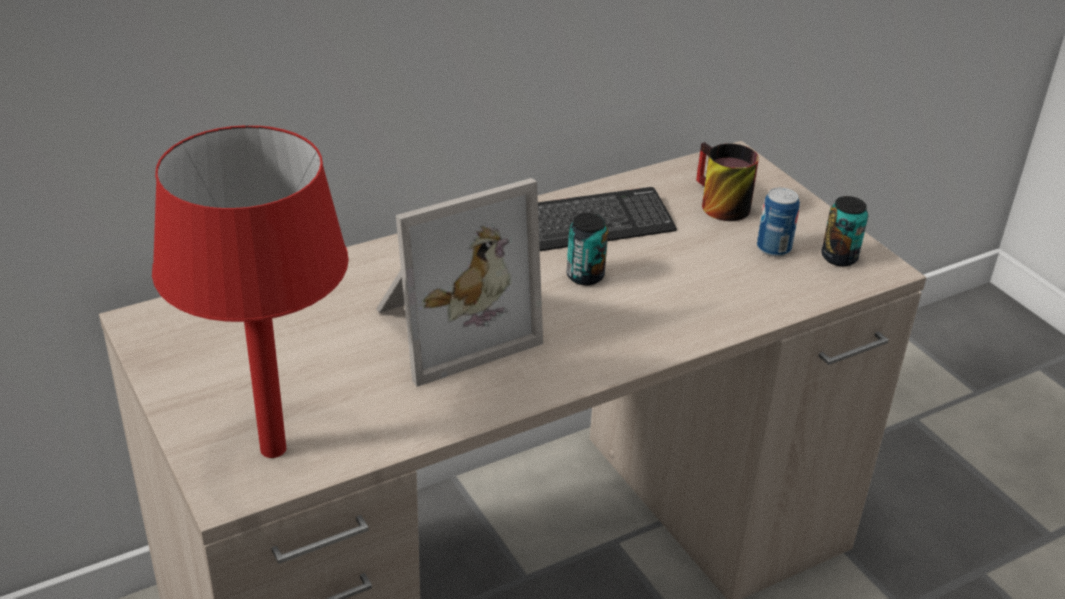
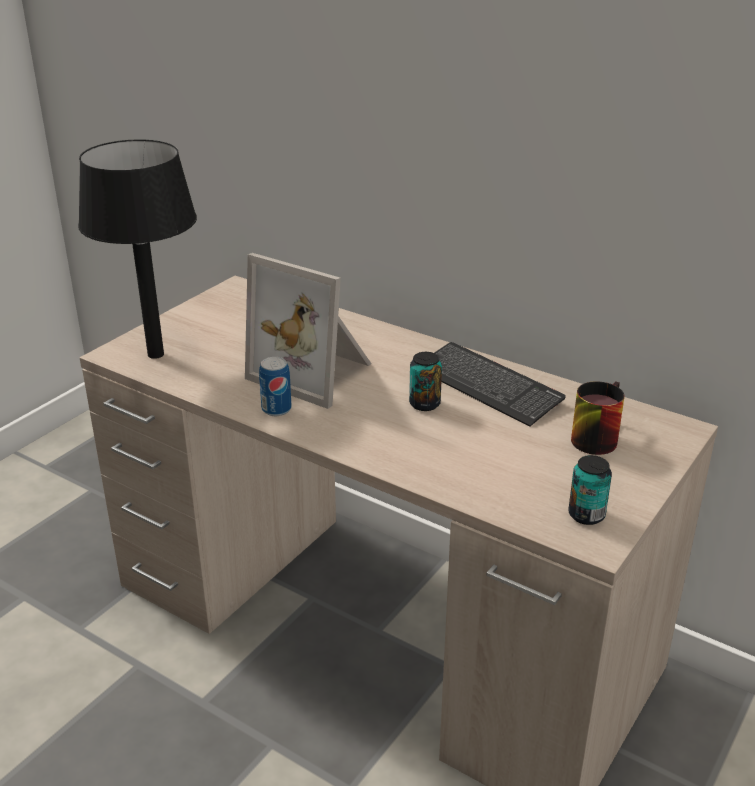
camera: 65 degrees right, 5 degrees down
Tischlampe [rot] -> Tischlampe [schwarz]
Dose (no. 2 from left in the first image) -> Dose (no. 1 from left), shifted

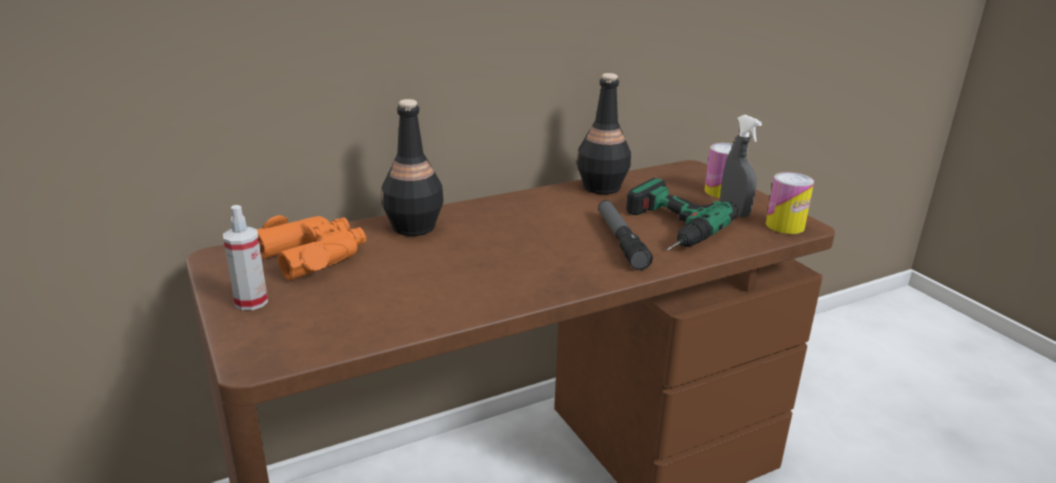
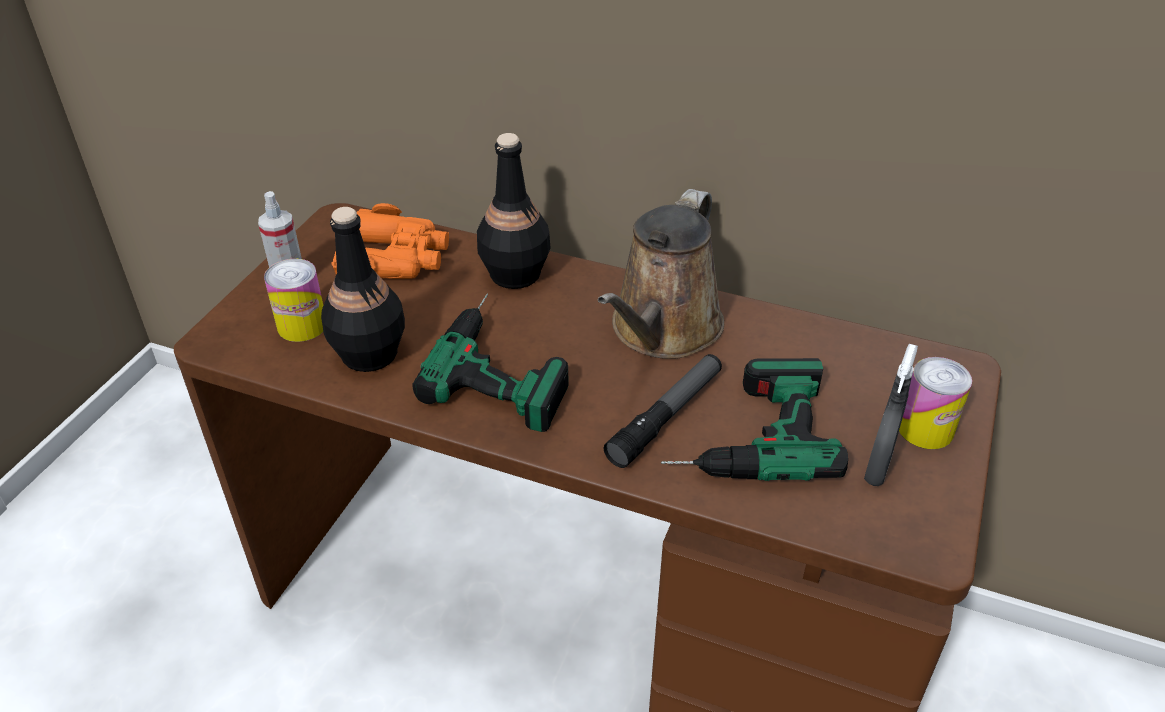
camera: 50 degrees right, 15 degrees up
Dose (no. 2 from left in the first image) -> Dose (no. 1 from left), shifted
Flasche [schwarz] (no. 2 from left in the first image) -> Flasche [schwarz] (no. 1 from left), shifted
none -> Bohrmaschine (no. 1 from left)
none -> Gießkanne [braun]

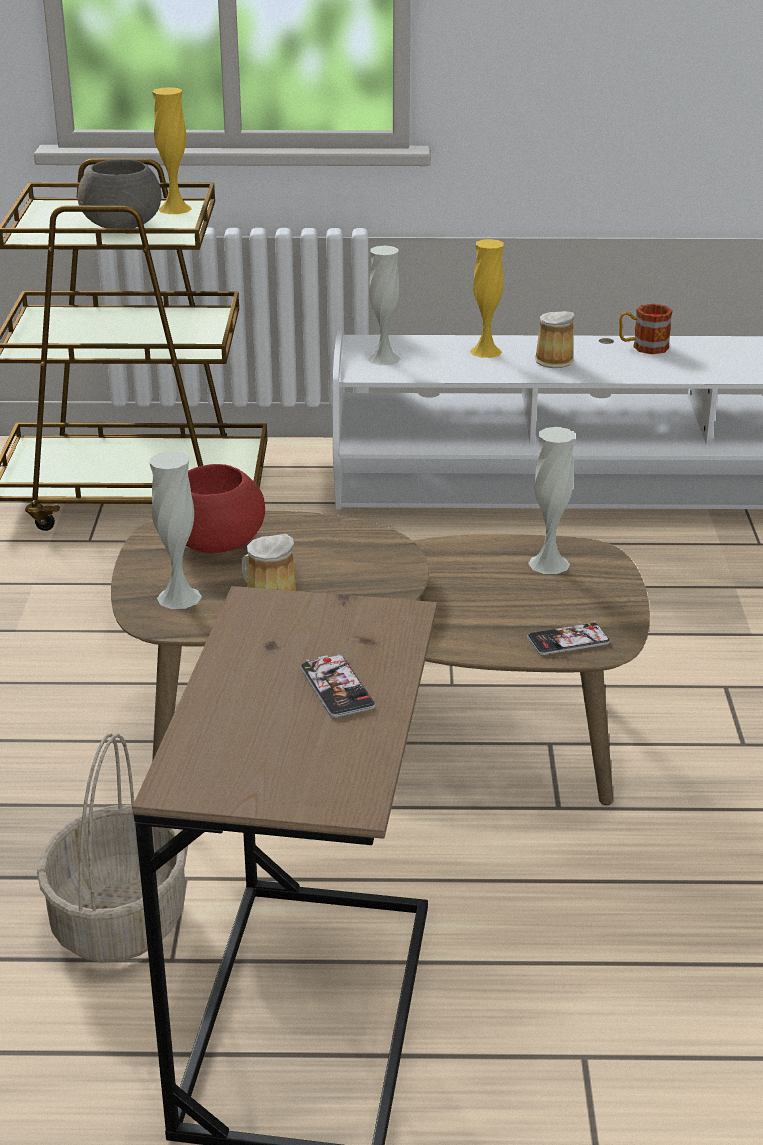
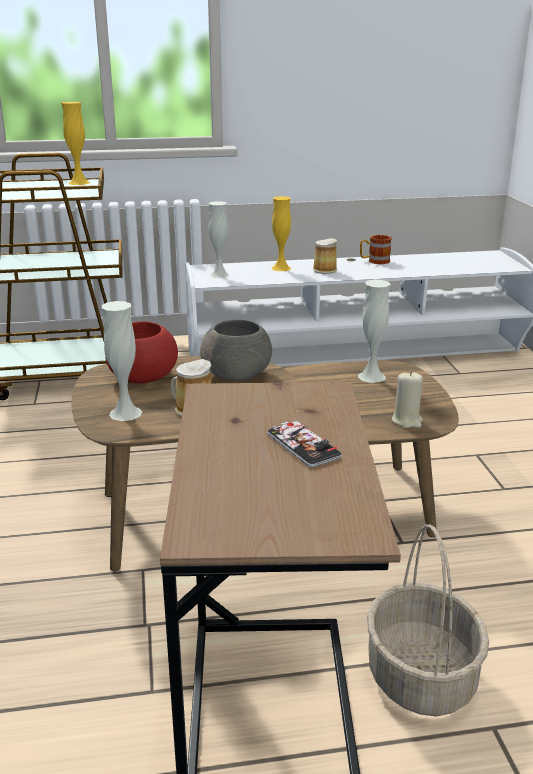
camera: 10 degrees left, 5 degrees down
Schüssel [grau], shifted
Korb, shifted
Handy (no. 2 from left) -> Kerze [beige]

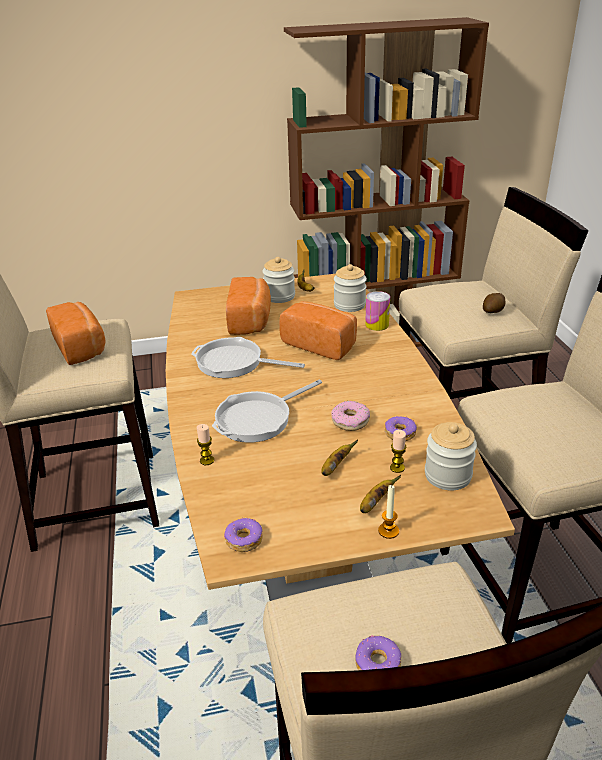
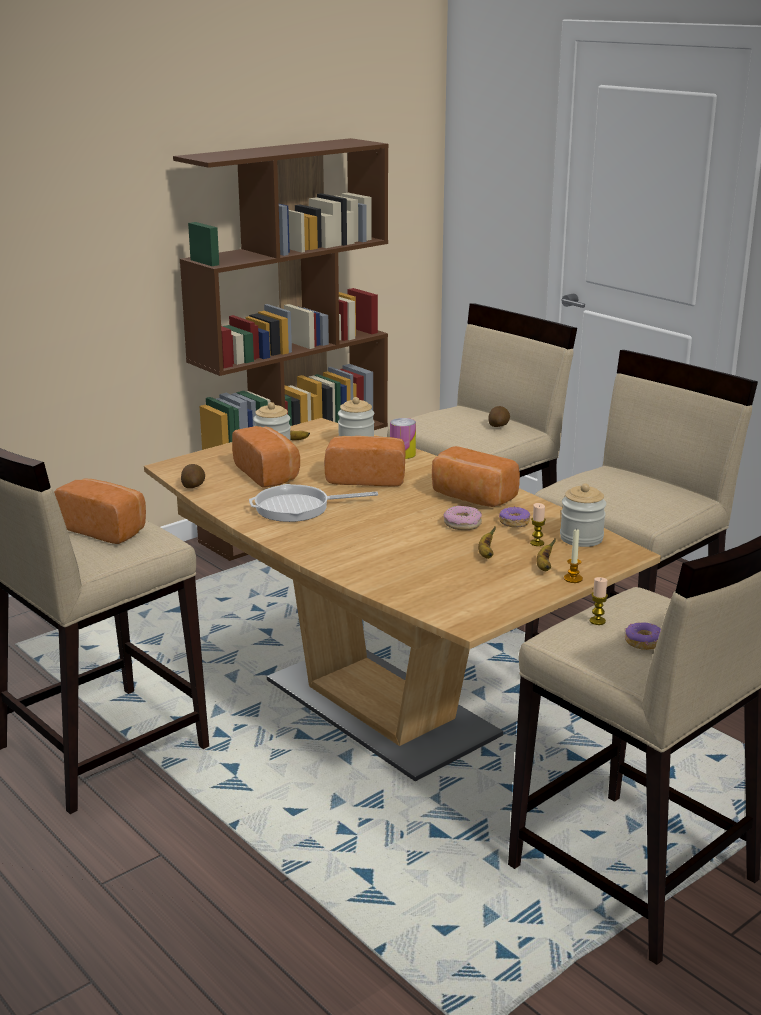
camera: 30 degrees left, 10 degrees down
none -> Kartoffel (no. 1 from left)
none -> Brot (no. 4 from left)
Kerze (no. 1 from left in the first image) -> Kerze (no. 3 from left), shifted
Pfanne (no. 2 from left) -> none
Donut (no. 1 from left) -> none

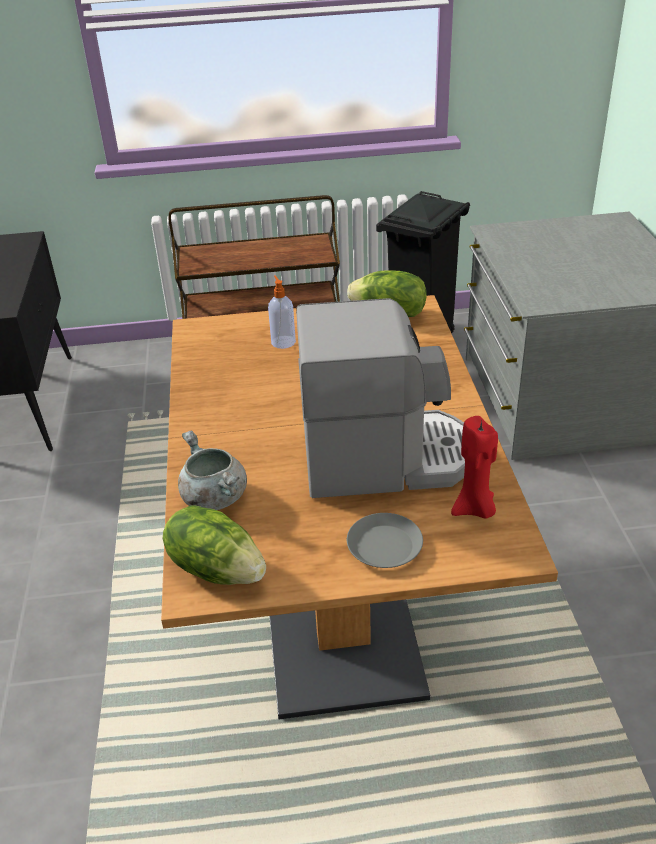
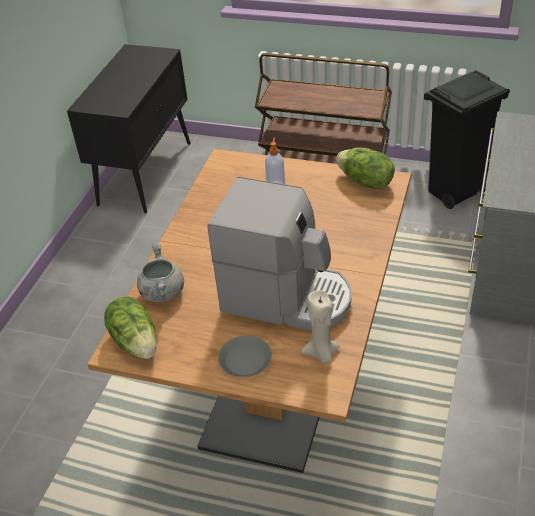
camera: 25 degrees right, 5 degrees up
Kerze [rot] -> Kerze [beige]

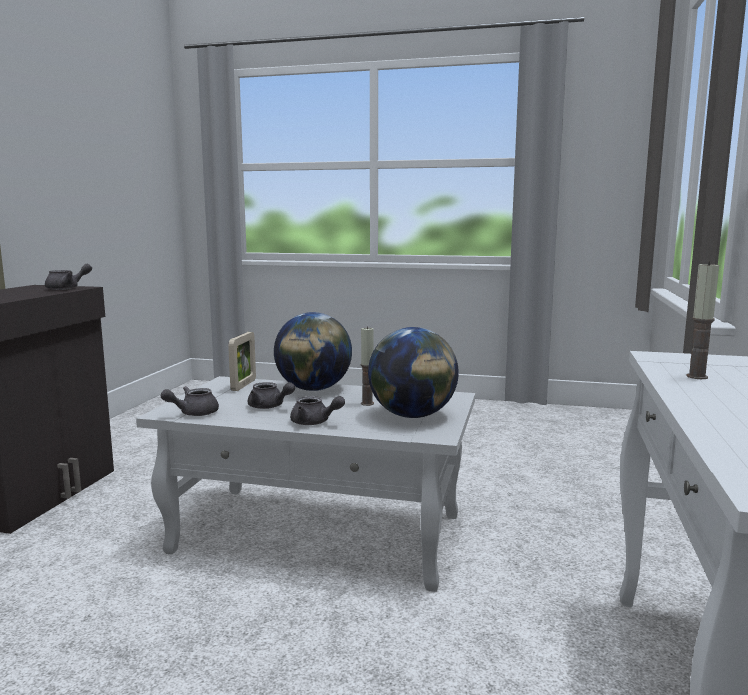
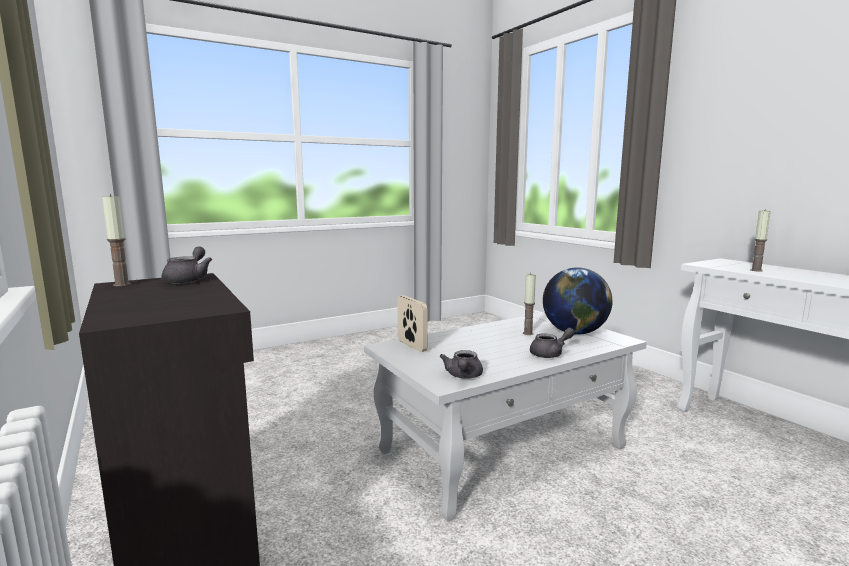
camera: 45 degrees left, 0 degrees up
none -> Kerze (no. 1 from left)
Teekanne [grau] (no. 3 from left) -> none
Globus (no. 1 from left) -> none

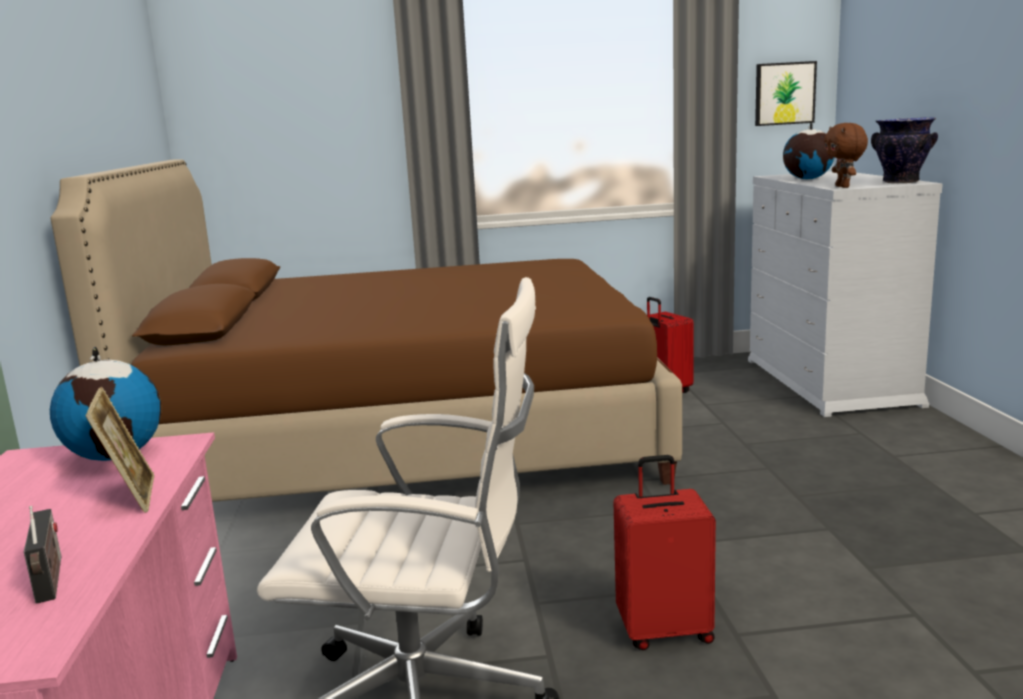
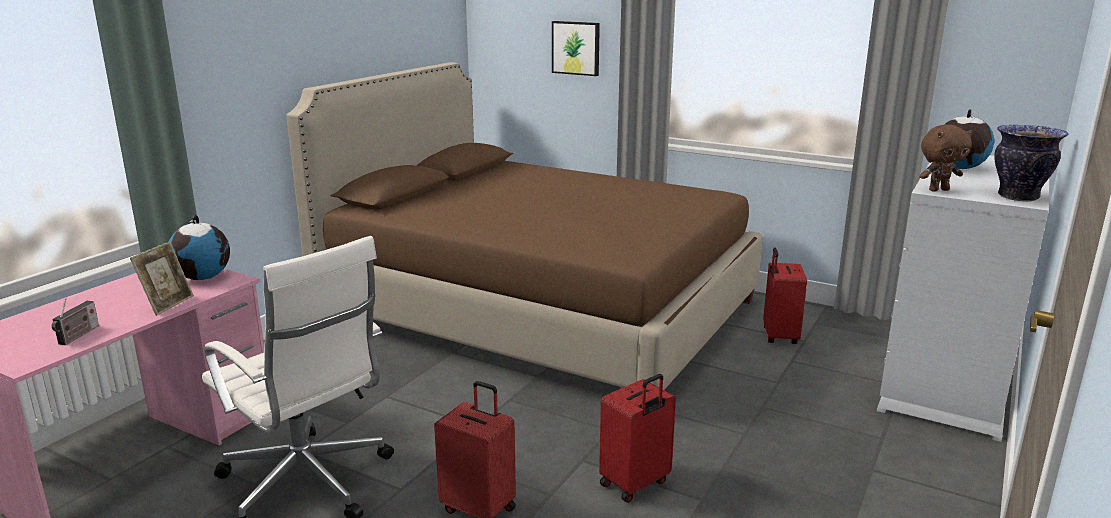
camera: 35 degrees right, 5 degrees up
Bild, shifted
none -> Koffer [rot] (no. 2 from left)
Plüschtier [braun], 135 degrees counterclockwise

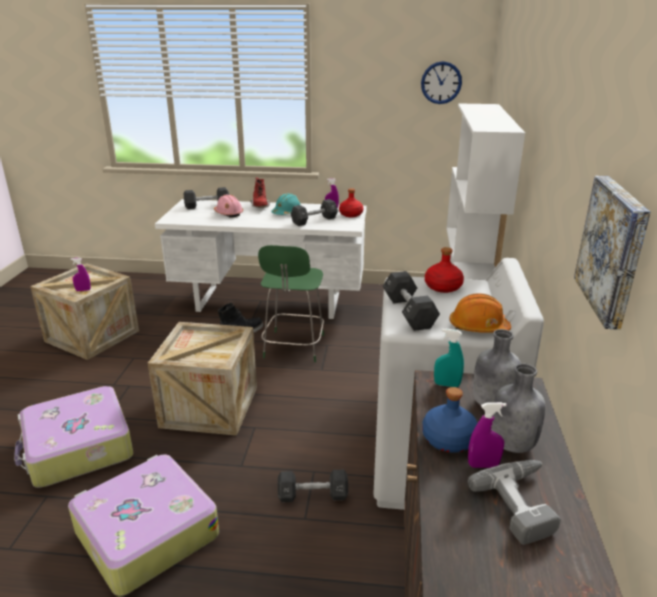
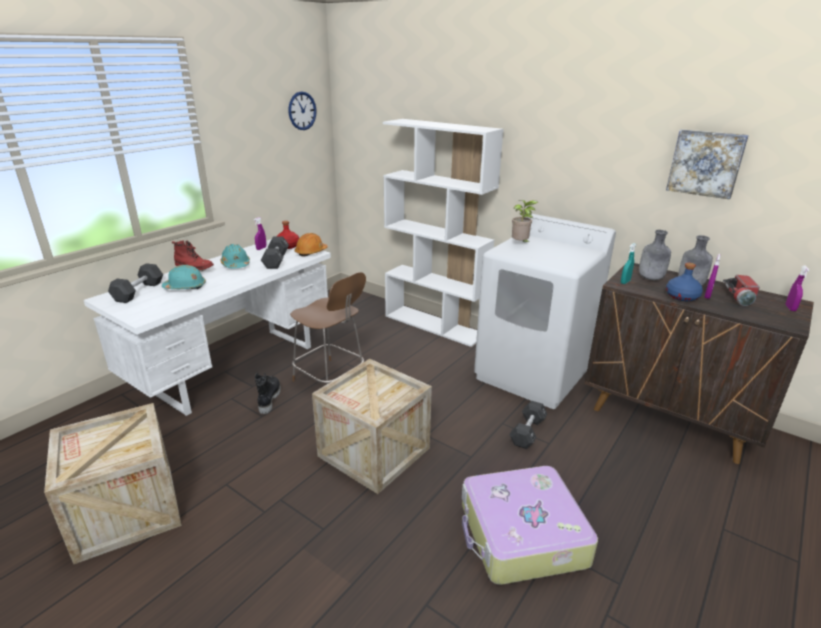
camera: 60 degrees left, 0 degrees up
Schutzhelm [rosa] -> Schutzhelm [türkis] (no. 1 from left)
Stuhl [grün] -> Stuhl [braun]
Schutzhelm [orange], shifted
Flasche [rot] (no. 2 from left) -> Topfpflanze
Bohrmaschine -> Taschenlampe
Sprühflasche [lila] (no. 1 from left in the first image) -> Sprühflasche [lila] (no. 3 from left), shifted
Koffer (no. 1 from left) -> none
Hantel [schwarz] (no. 4 from left) -> none

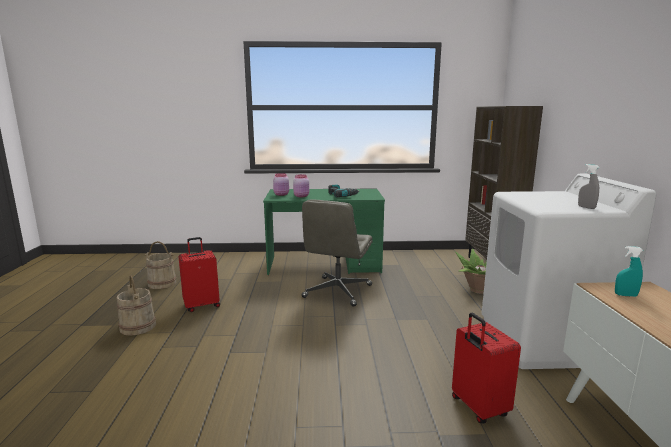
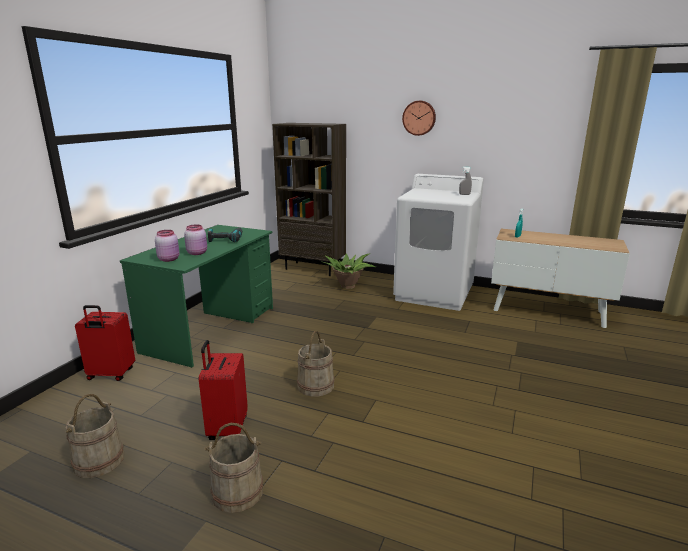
camera: 65 degrees left, 5 degrees up
Koffer [rot] (no. 2 from left in the first image) -> Koffer [rot] (no. 1 from left), shifted
none -> Eimer [beige] (no. 3 from left)
none -> Wanduhr
Bürostuhl [grau] -> none

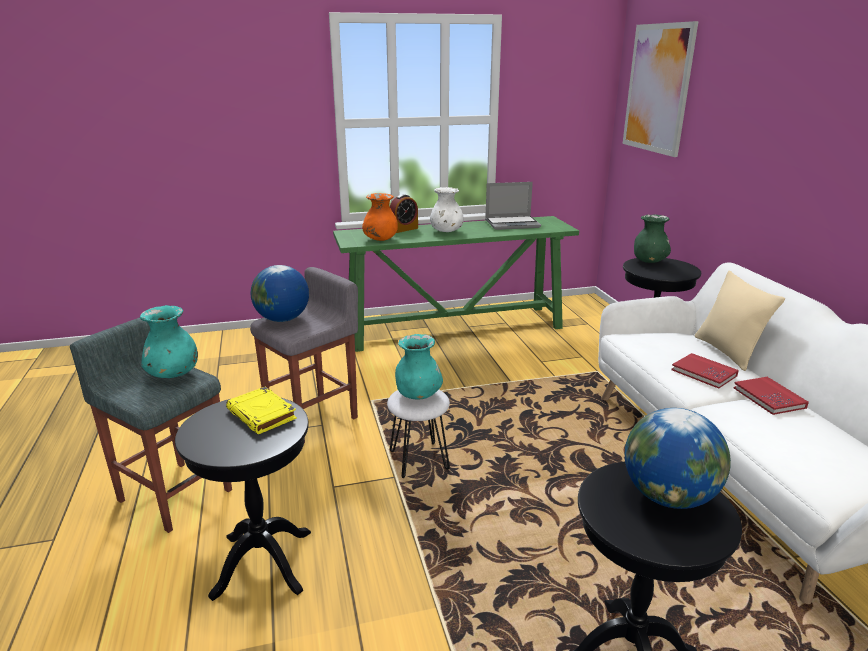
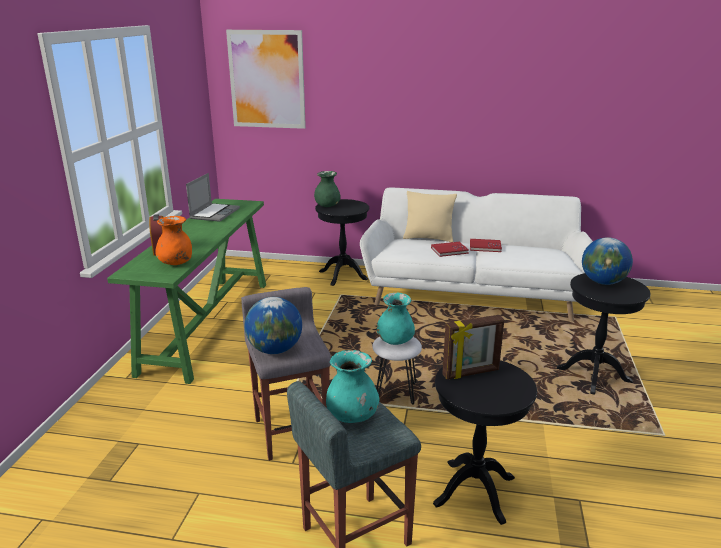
camera: 65 degrees left, 0 degrees up
Buch [gelb] -> Bilderrahmen
Vase [weiß] -> none

